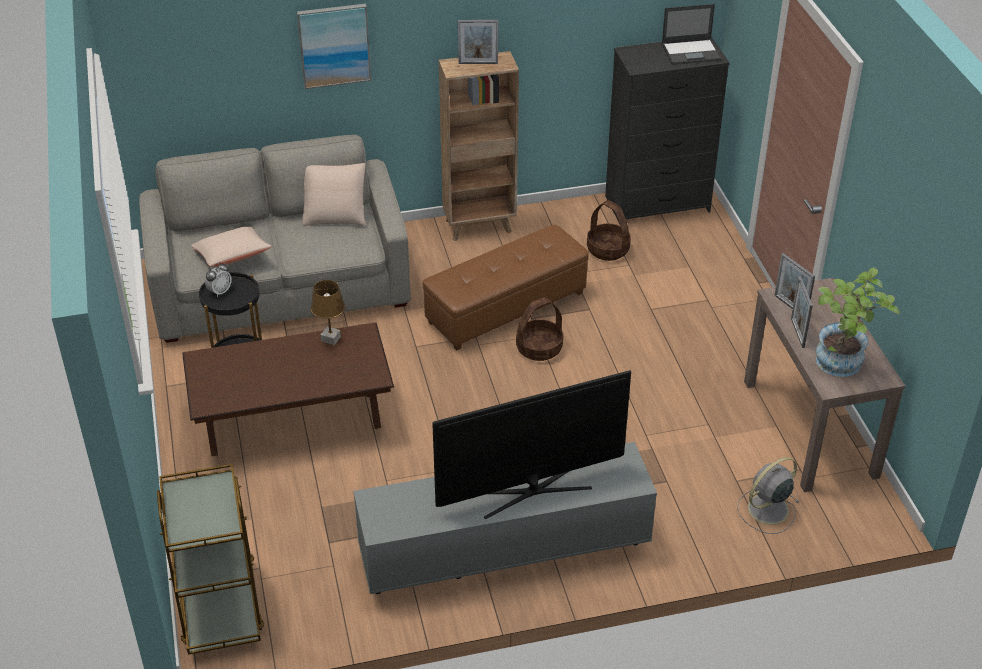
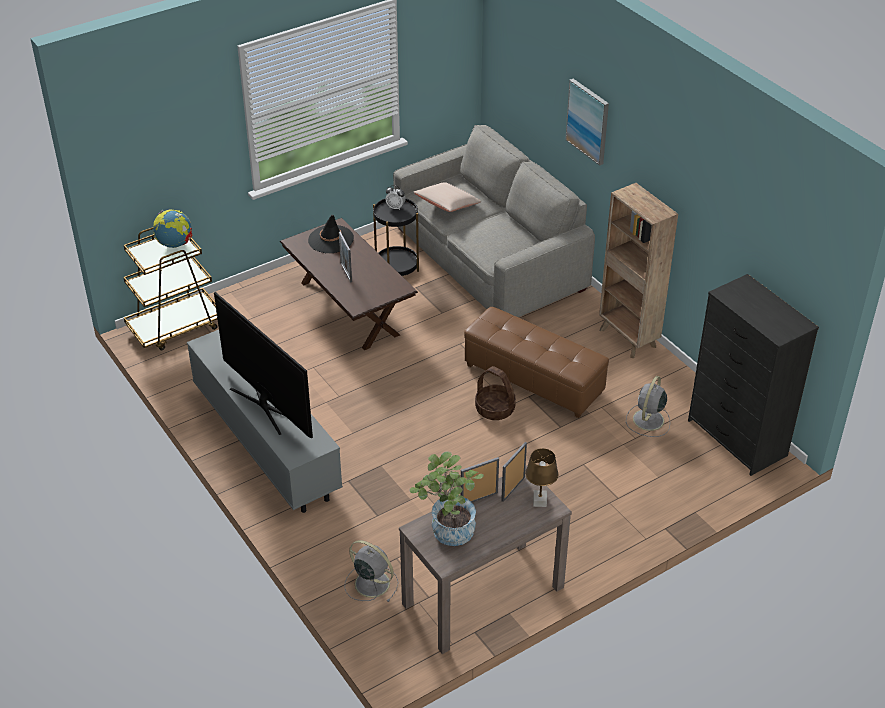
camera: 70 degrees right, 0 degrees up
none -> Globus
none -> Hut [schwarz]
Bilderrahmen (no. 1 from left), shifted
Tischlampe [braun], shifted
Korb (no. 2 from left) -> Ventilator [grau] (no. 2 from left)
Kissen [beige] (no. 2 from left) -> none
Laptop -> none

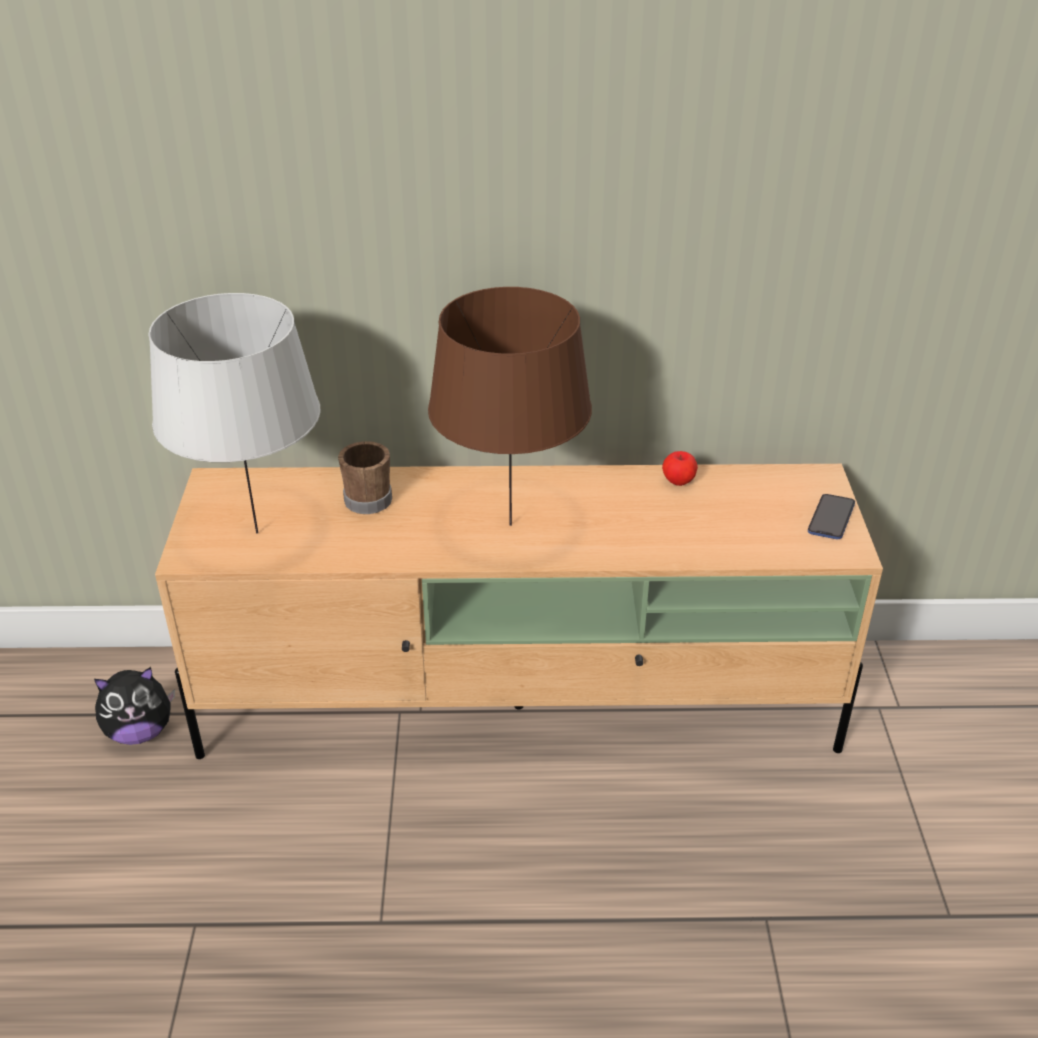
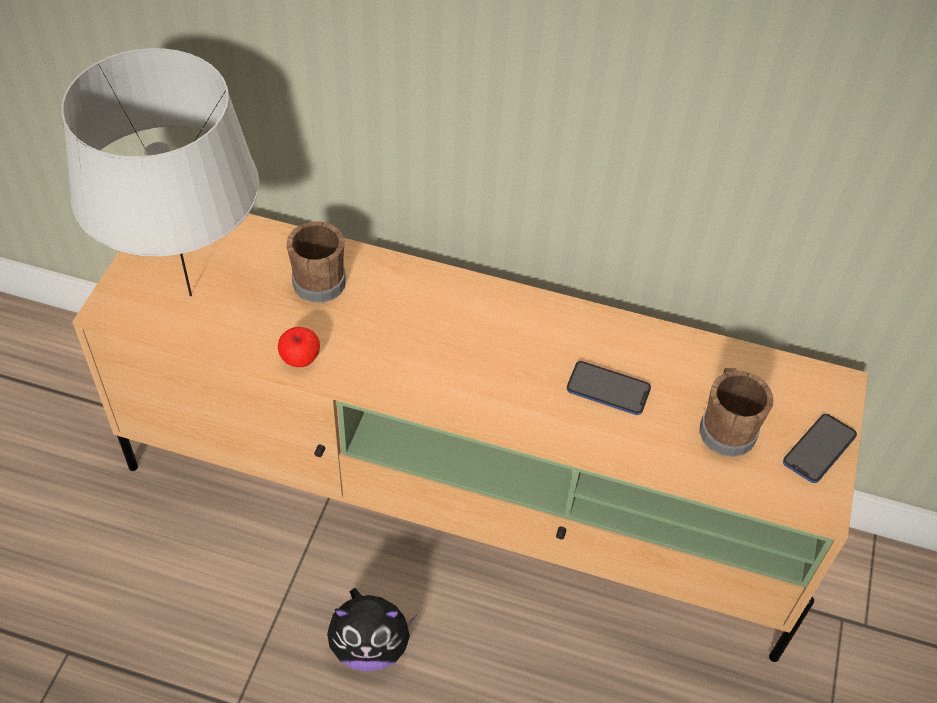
camera: 15 degrees right, 15 degrees up
Apfel, shifted
Plüschtier, shifted
none -> Handy (no. 1 from left)
none -> Henkelbecher [braun] (no. 2 from left)
Tischlampe [braun] -> none

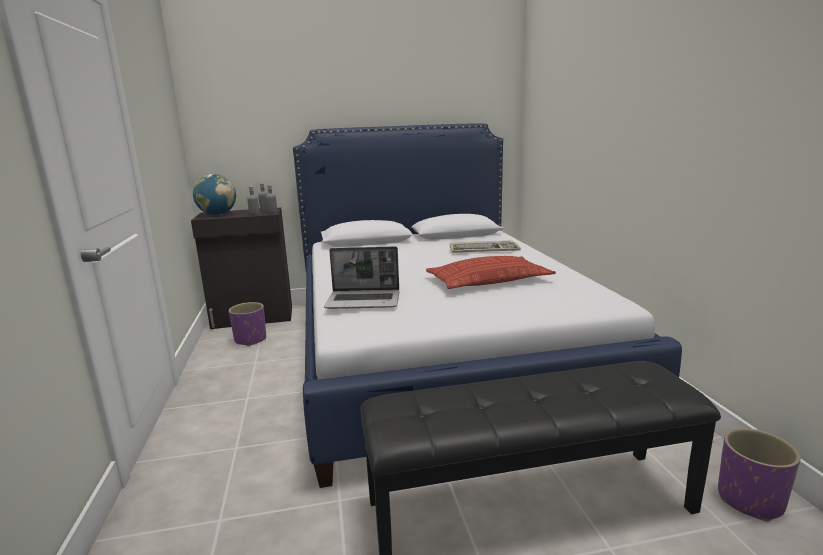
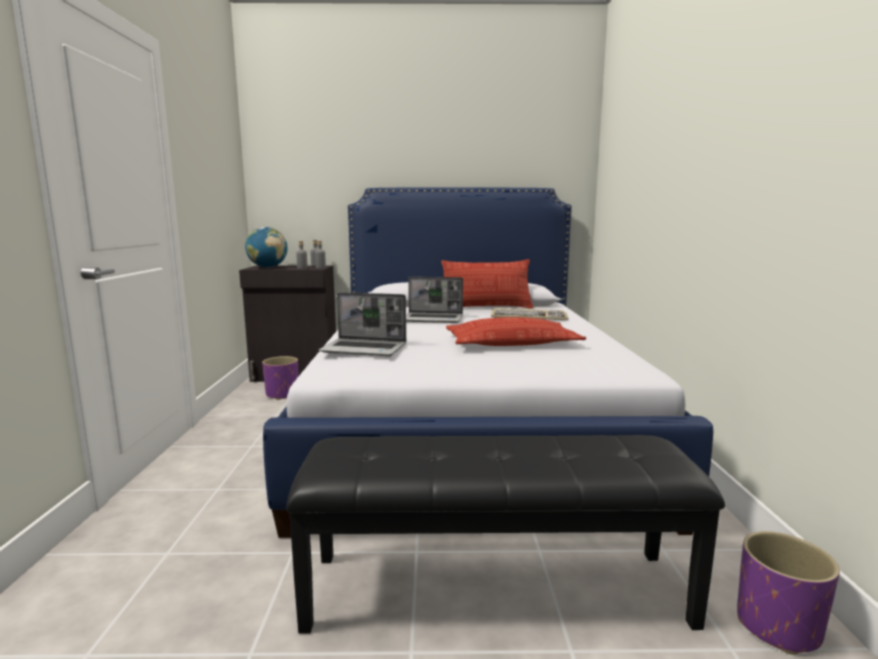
camera: 10 degrees right, 5 degrees down
none -> Laptop (no. 2 from left)
none -> Kissen (no. 1 from left)

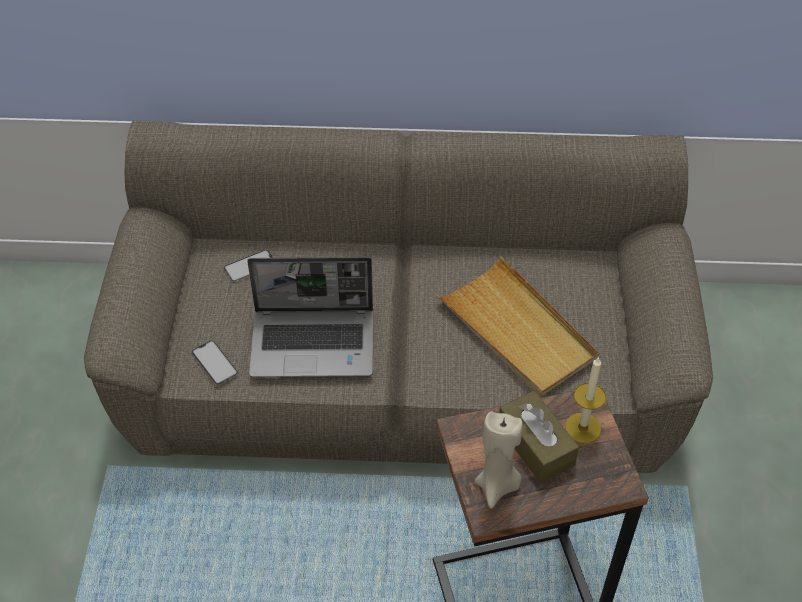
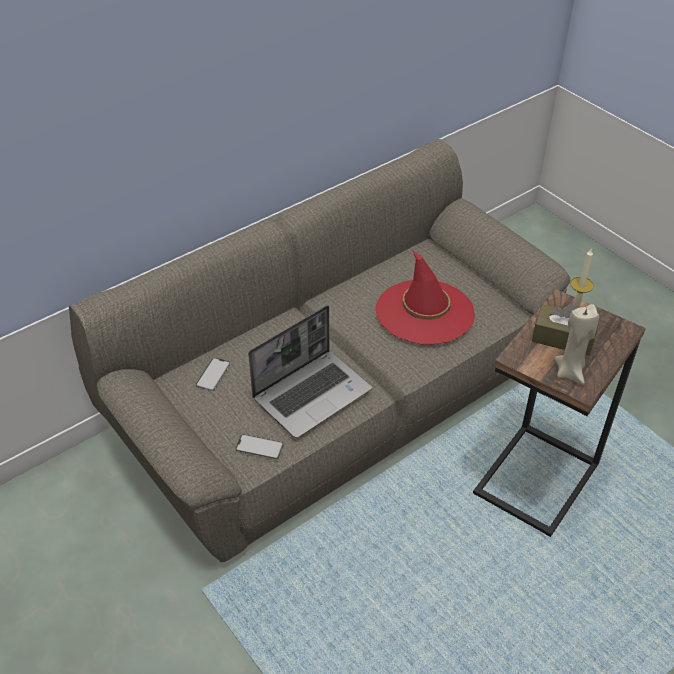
camera: 40 degrees left, 5 degrees down
Tablett [beige] -> Hut [rot]

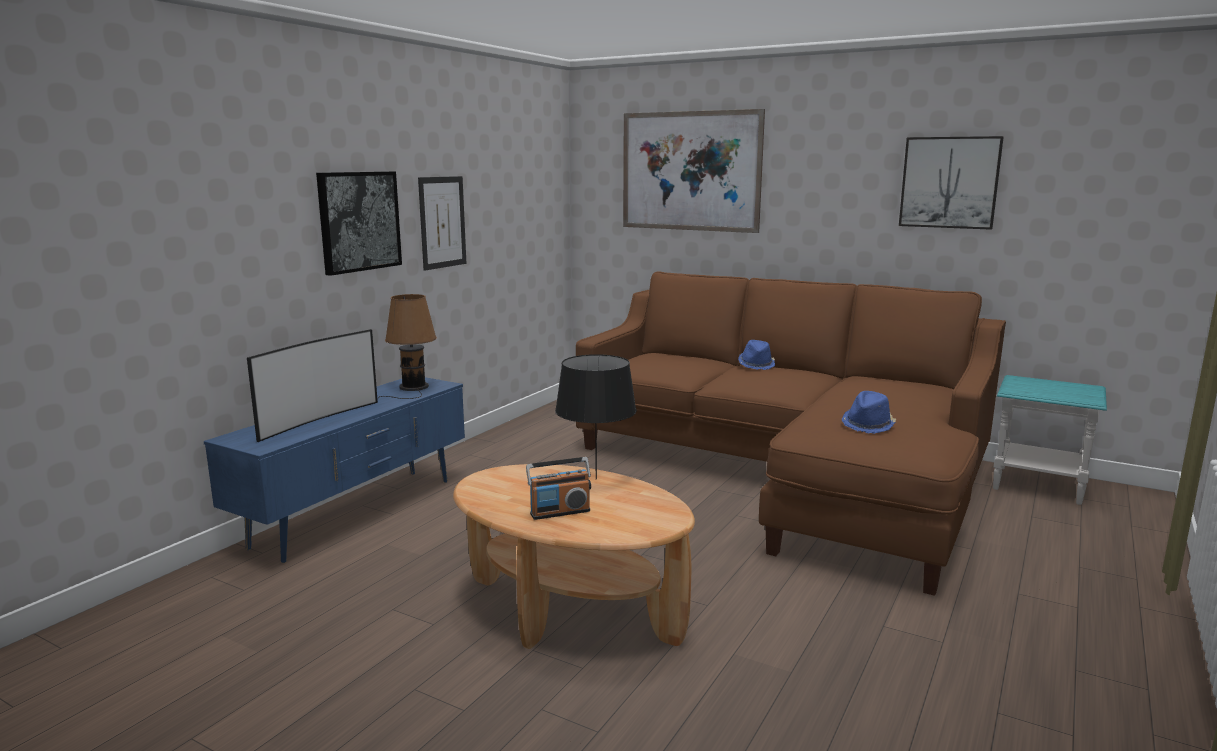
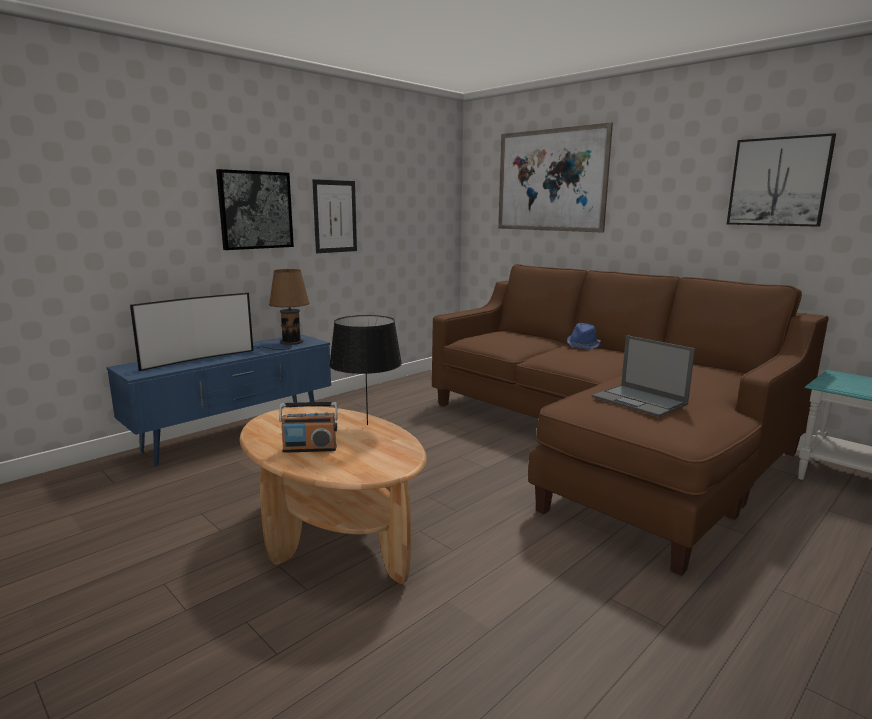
camera: 15 degrees right, 0 degrees up
Hut [blau] (no. 2 from left) -> Laptop

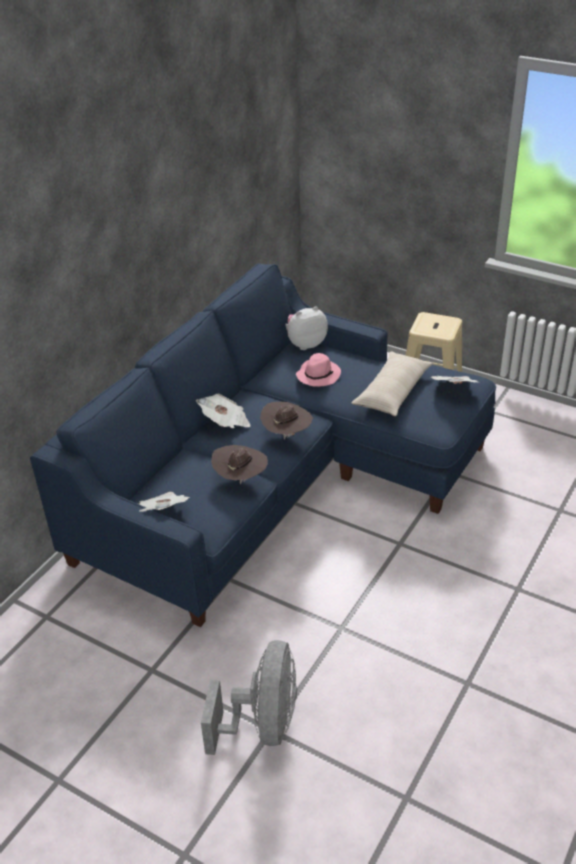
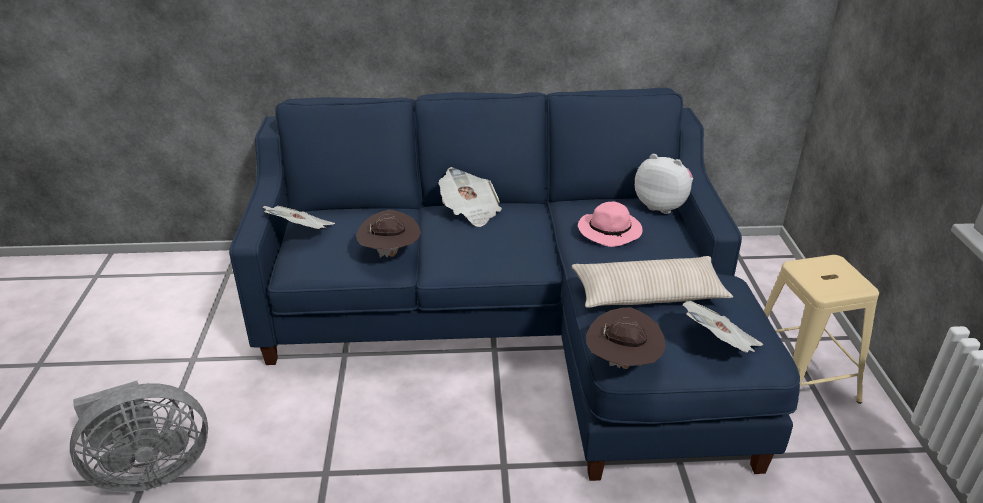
camera: 55 degrees right, 5 degrees down
Hut [braun] (no. 2 from left), shifted

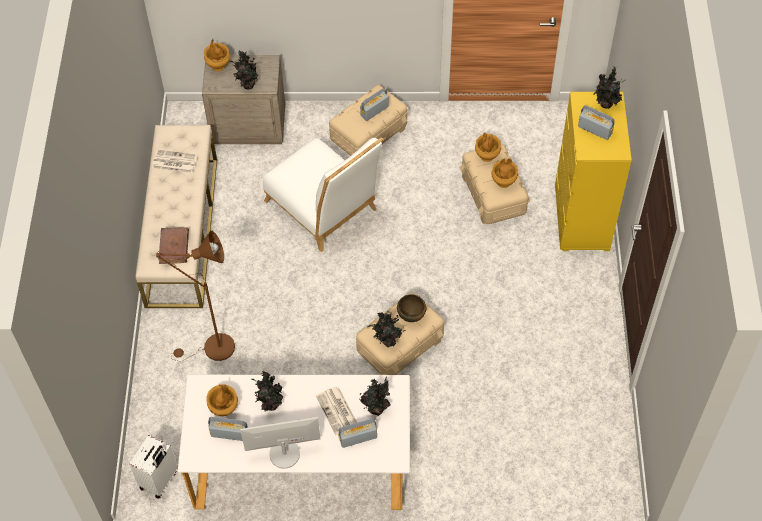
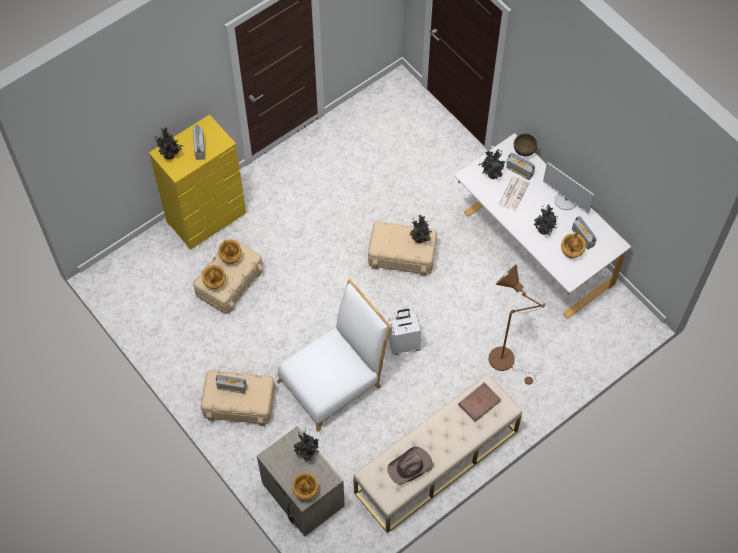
camera: 130 degrees left, 5 degrees up
Stuhl [weiß], 45 degrees clockwise
Zeitung (no. 1 from left) -> Hut [braun]
Koffer [weiß], shifted
Schüssel [braun], shifted

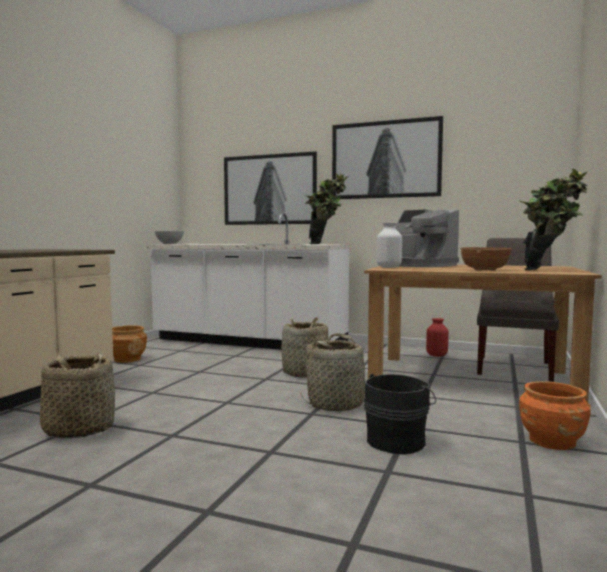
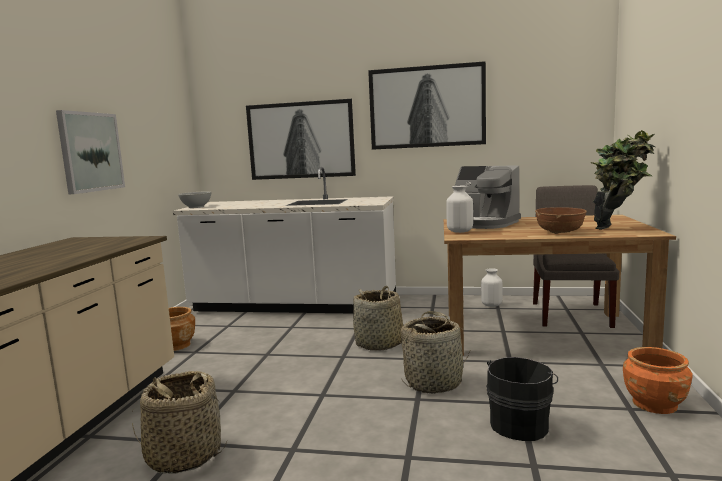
camera: 10 degrees left, 5 degrees up
none -> Bild (no. 1 from left)
Vase [rot] -> Vase [weiß] (no. 2 from left)
Topfpflanze (no. 1 from left) -> none

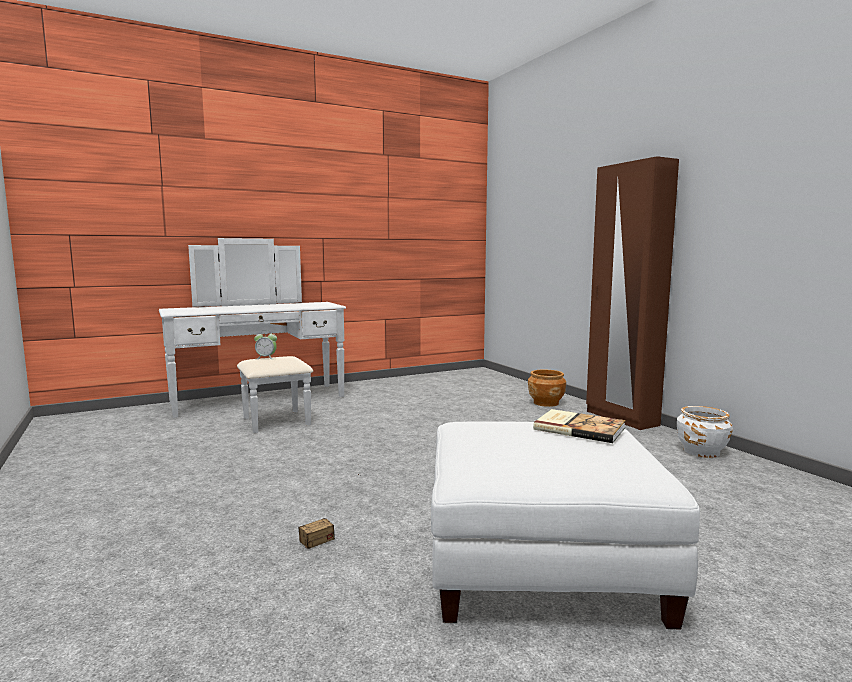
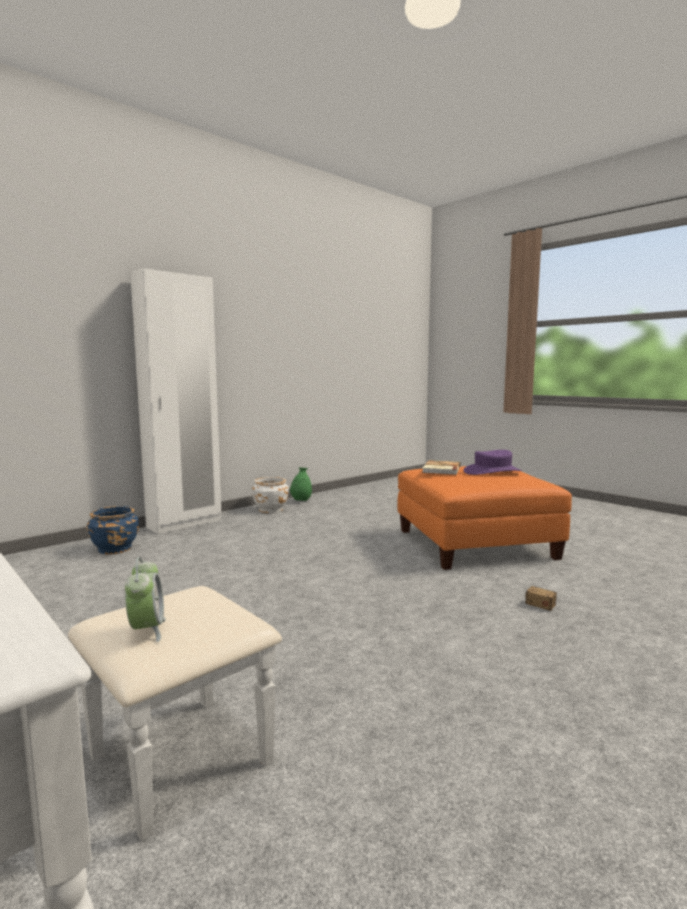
camera: 105 degrees left, 0 degrees up
Pflanzkübel [braun] -> Pflanzkübel [blau]
Kleiderschrank [braun] -> Kleiderschrank [weiß]
none -> Vase [grün]
Polsterhocker [weiß] -> Polsterhocker [orange]
none -> Hut [lila]

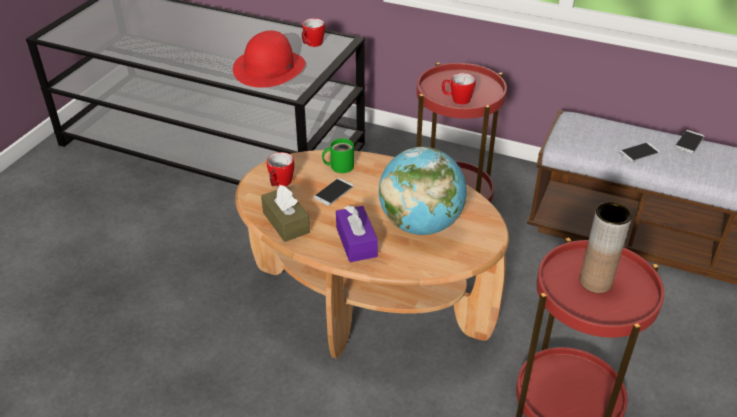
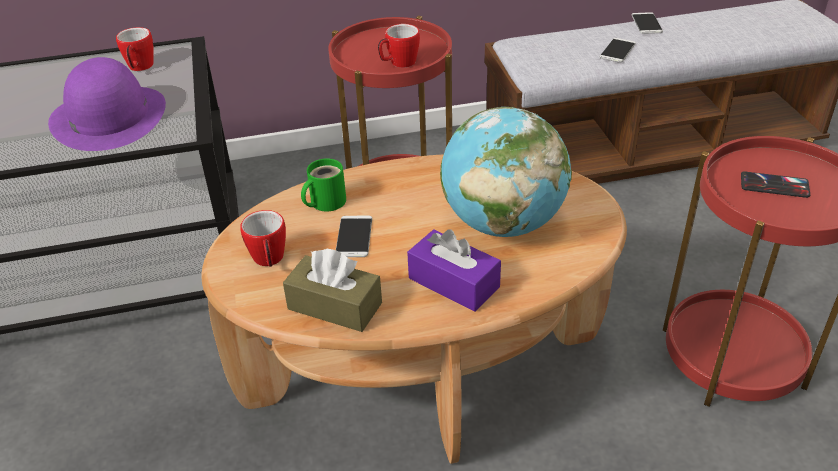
camera: 35 degrees left, 0 degrees up
Hut [rot] -> Hut [lila]
Vase [braun] -> Handy (no. 4 from left)

